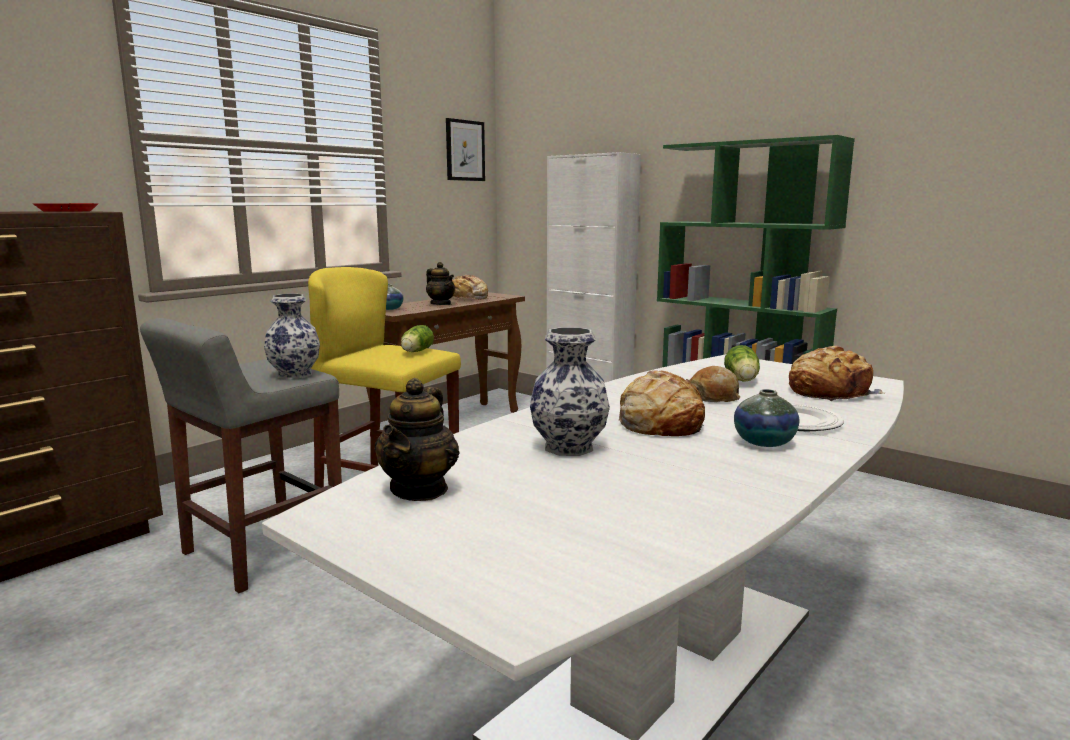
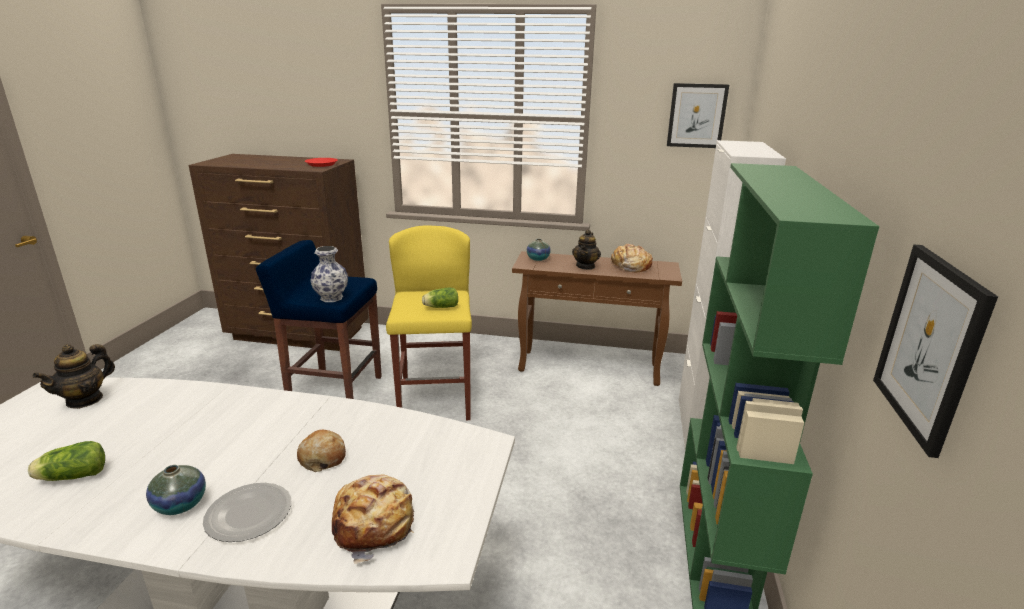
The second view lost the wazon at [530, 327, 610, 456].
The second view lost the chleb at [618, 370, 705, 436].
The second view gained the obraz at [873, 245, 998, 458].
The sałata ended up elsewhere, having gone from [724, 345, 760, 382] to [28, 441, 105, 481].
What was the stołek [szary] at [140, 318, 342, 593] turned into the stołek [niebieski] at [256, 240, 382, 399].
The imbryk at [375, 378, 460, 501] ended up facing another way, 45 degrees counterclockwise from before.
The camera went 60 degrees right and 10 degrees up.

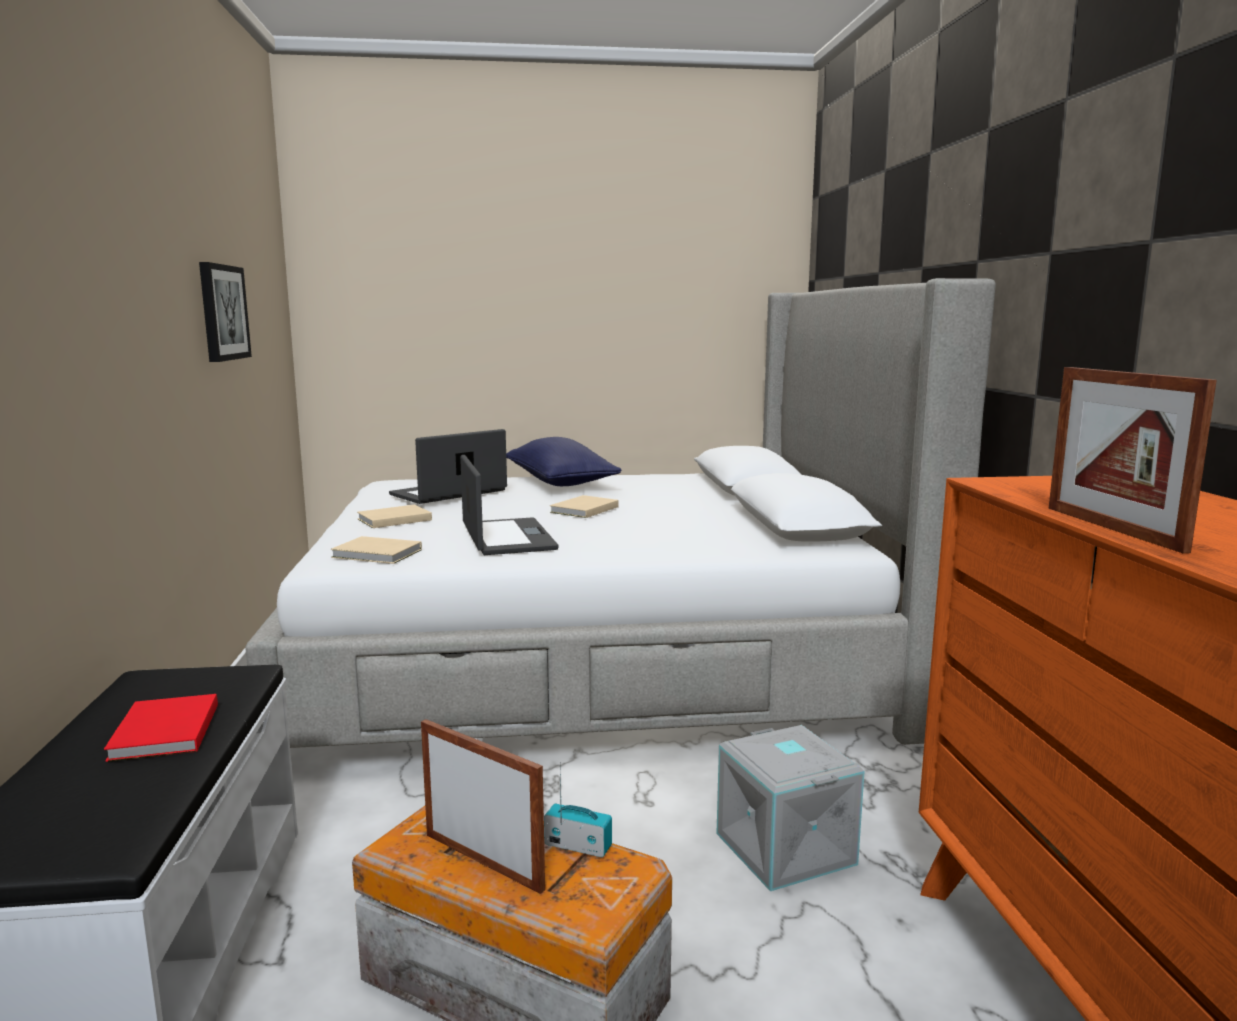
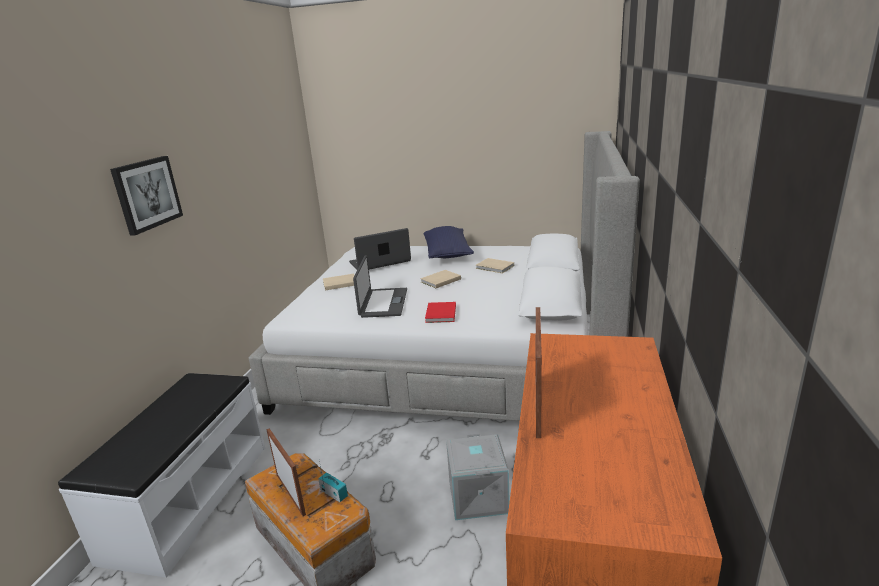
The książka [czerwony] ended up elsewhere, having gone from [104, 694, 218, 762] to [425, 302, 456, 323].
The obraz ended up elsewhere, having gone from [199, 262, 252, 362] to [110, 156, 183, 236].
The książka [beżowy] ended up elsewhere, having gone from [331, 536, 422, 564] to [476, 258, 514, 274].
The camera went 20 degrees right and 10 degrees up.

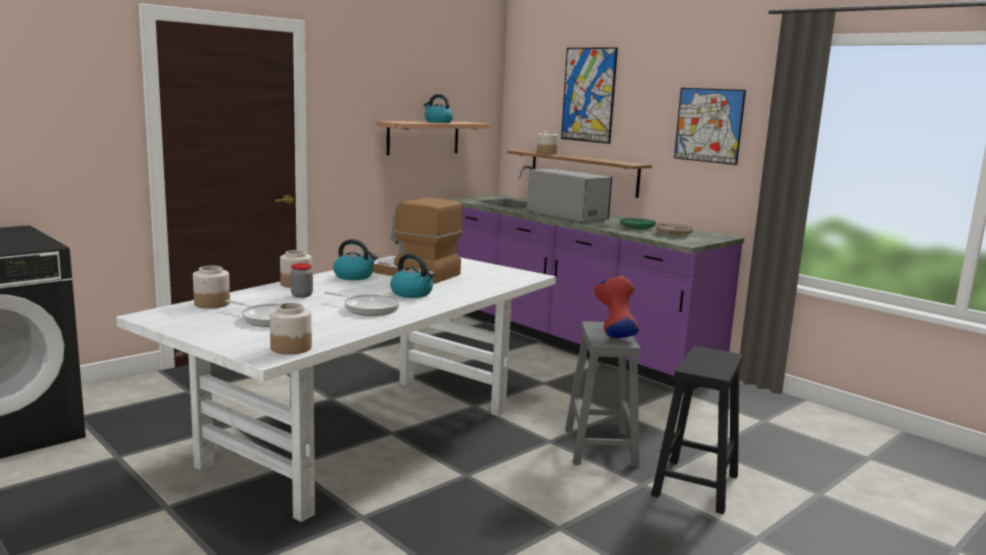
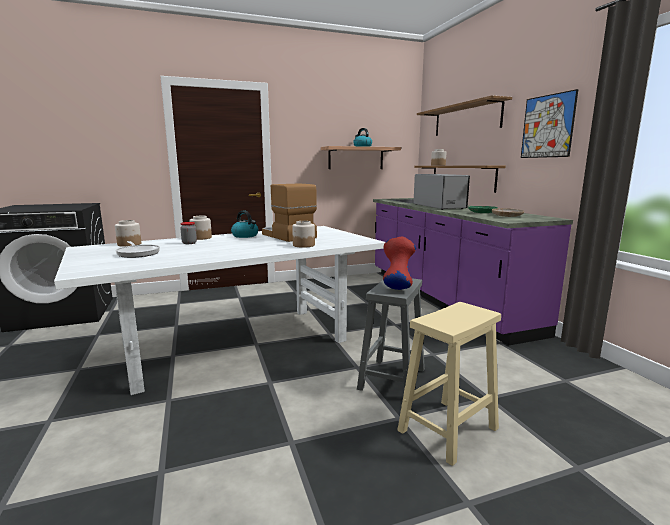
The second view lost the patelnia at [324, 291, 400, 316].
The second view lost the czajnik at [390, 253, 435, 298].
The słoik ended up elsewhere, having gone from [270, 303, 312, 355] to [292, 221, 315, 248].
Where the obraz hung at [561, 47, 618, 144], the półka came to hang at [417, 95, 512, 136].
What was the stołek [czarny] at [651, 346, 743, 514] turned into the stołek [beżowy] at [397, 302, 501, 466].
The camera went 25 degrees right and 0 degrees up.

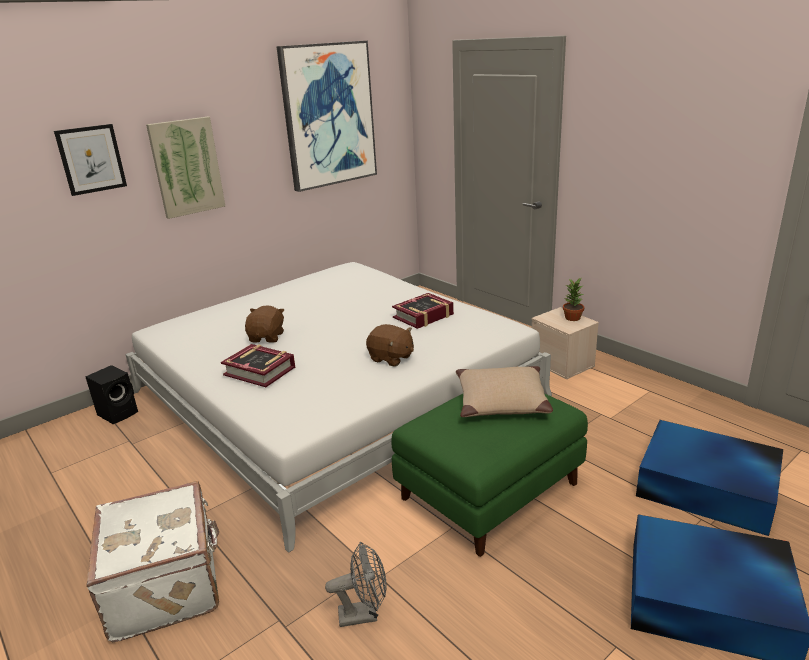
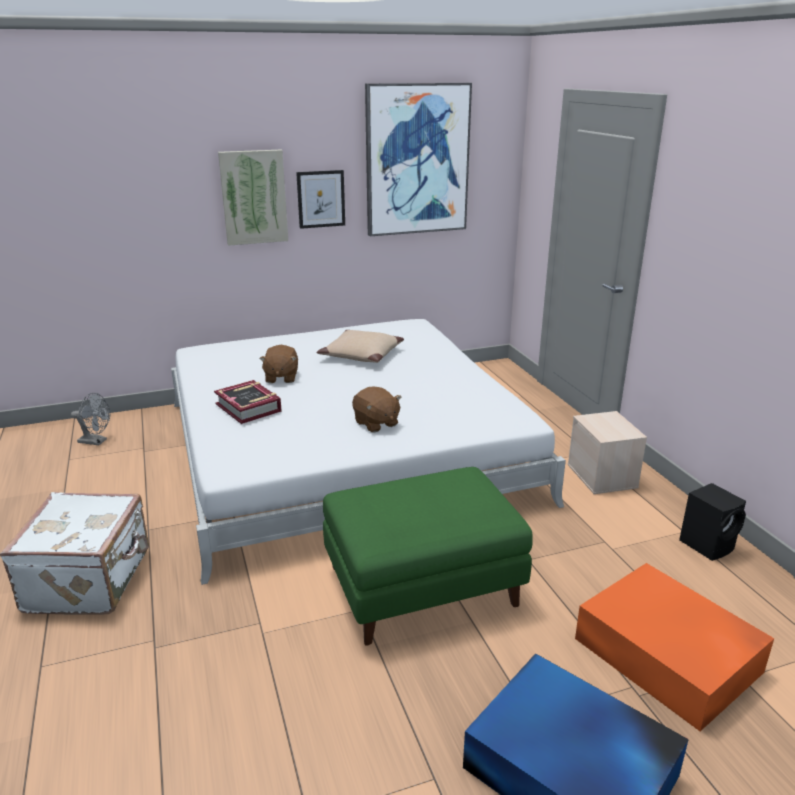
The second view lost the książka at [392, 293, 454, 329].
The second view lost the roślina doniczkowa at [563, 278, 584, 321].
The obraz ended up elsewhere, having gone from [54, 124, 127, 196] to [296, 170, 345, 229].
The głośnik [czarny] ended up elsewhere, having gone from [85, 365, 138, 424] to [679, 483, 746, 561].
The wentylator [szary] ended up elsewhere, having gone from [325, 542, 387, 627] to [71, 393, 110, 445].
The poduszka [beżowy] ended up elsewhere, having gone from [456, 366, 553, 417] to [317, 330, 404, 363].
What was the pojemnik do przechowywania [niebieski] at [636, 420, 783, 536] turned into the pojemnik do przechowywania [pomarańczowy] at [575, 563, 774, 731].
The pluszak [brązowy] at [245, 305, 284, 343] ended up facing another way, 150 degrees clockwise from before.
The camera went 20 degrees right and 0 degrees up.

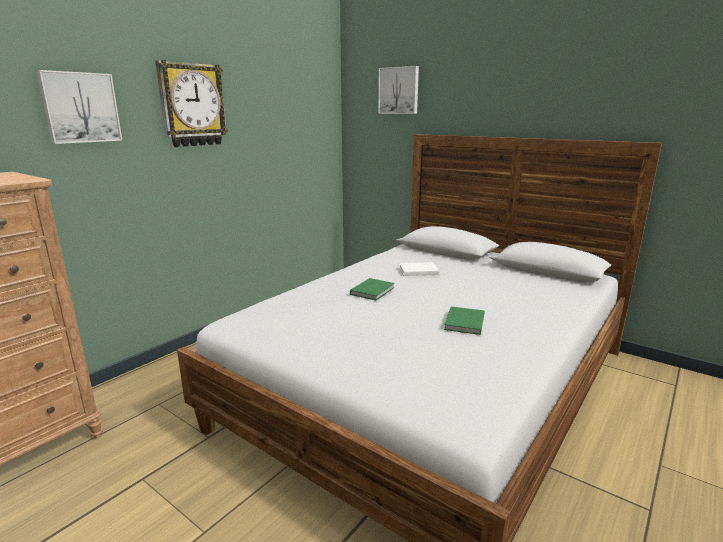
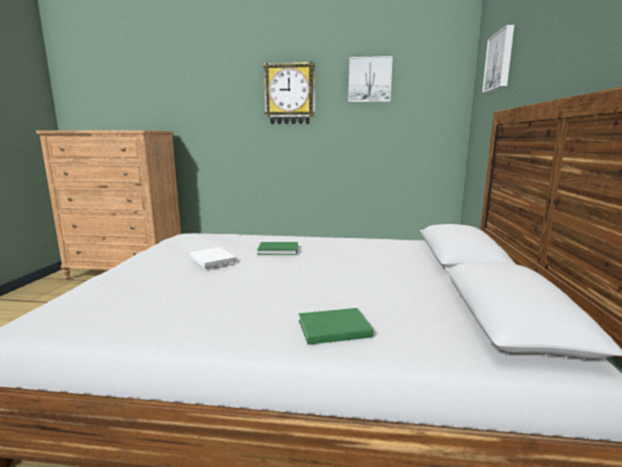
The obraz ended up elsewhere, having gone from [36, 70, 122, 144] to [349, 56, 393, 102].
The książka [biały] ended up elsewhere, having gone from [399, 262, 439, 276] to [190, 247, 236, 268].
The książka [zielony] ended up elsewhere, having gone from [444, 306, 485, 335] to [299, 308, 374, 345].
The camera went 60 degrees right and 5 degrees down.

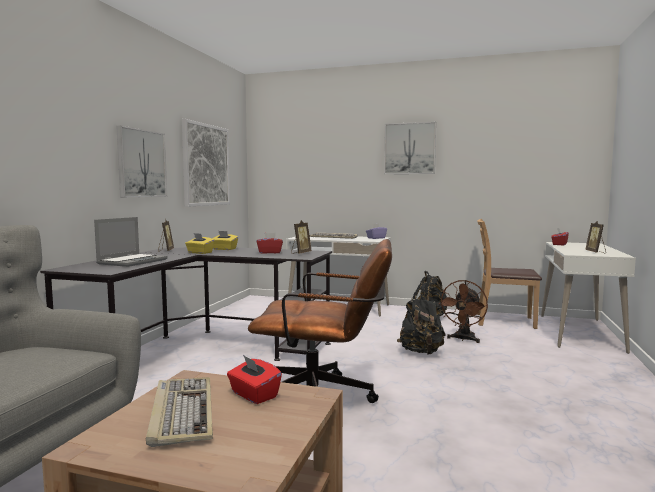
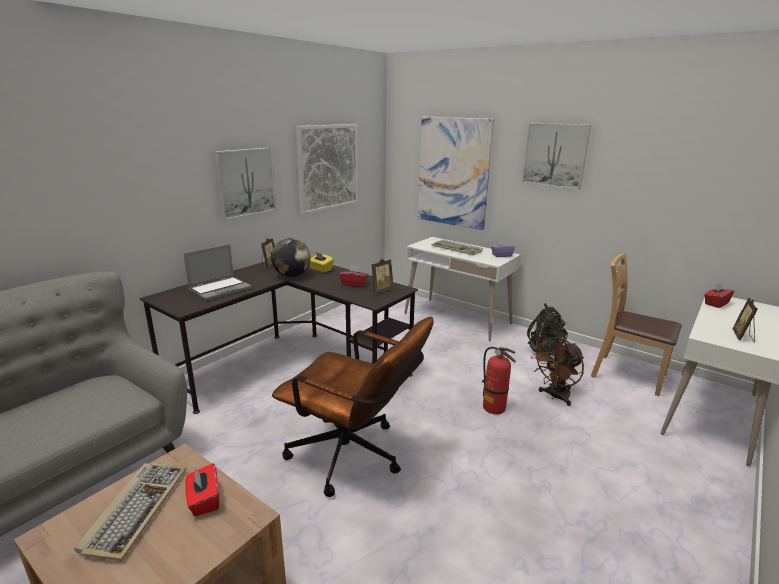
The second view gained the obraz at [418, 116, 494, 230].
Where the pudełko chusteczek [żółty] stood at [185, 233, 214, 254], the globus came to stand at [271, 238, 311, 277].
Where the plecak [czarny] stood at [397, 292, 446, 355], the gaśnica came to stand at [482, 347, 516, 414].
The camera went 20 degrees right and 15 degrees up.

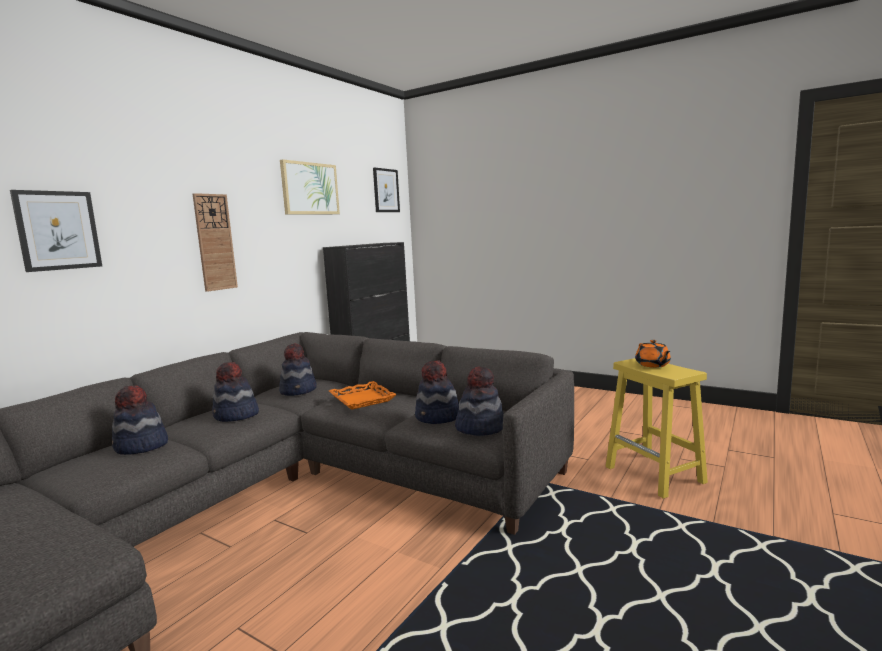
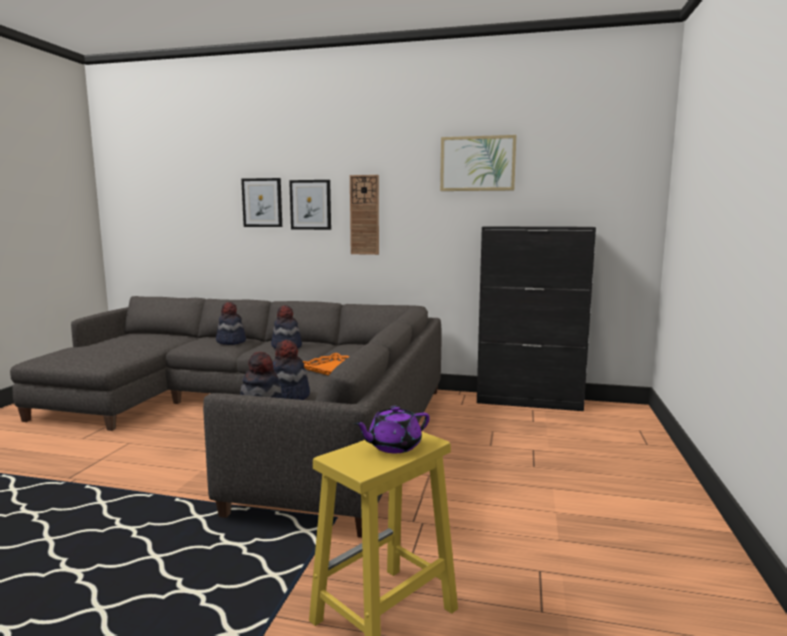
The second view lost the kapelusz at [279, 343, 317, 396].
The obraz ended up elsewhere, having gone from [373, 167, 400, 212] to [289, 180, 331, 230].
What was the imbryk [pomarańczowy] at [635, 340, 671, 368] turned into the imbryk [fioletowy] at [353, 406, 430, 453].
The camera went 70 degrees right and 0 degrees up.

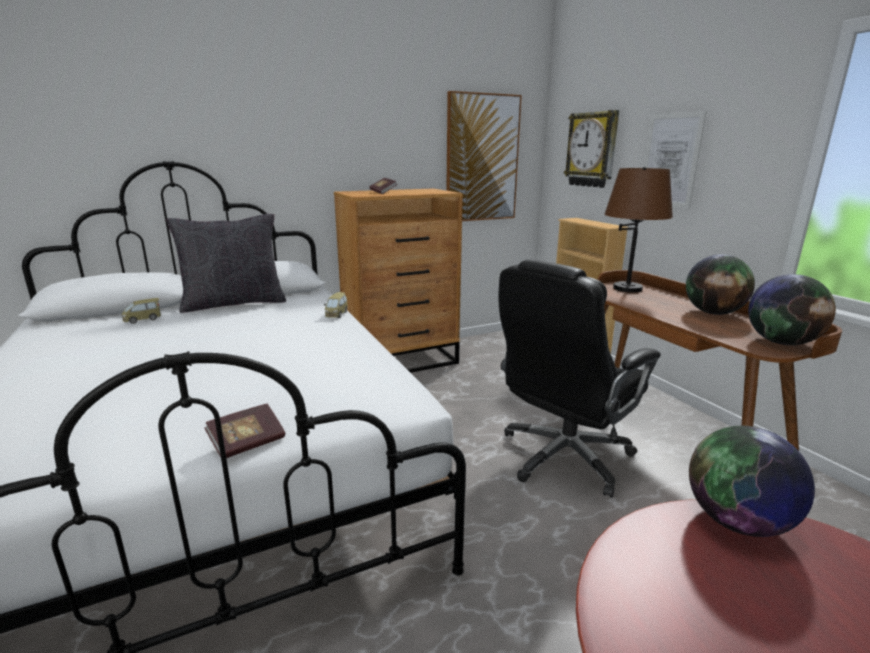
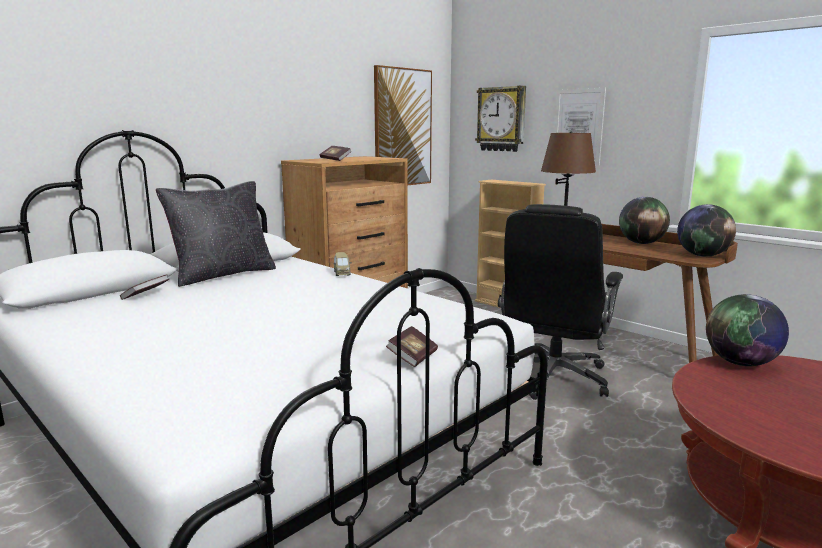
Where the samochodzik stood at [122, 298, 161, 324], the książka came to stand at [120, 274, 169, 300].
The camera went 20 degrees left and 5 degrees down.

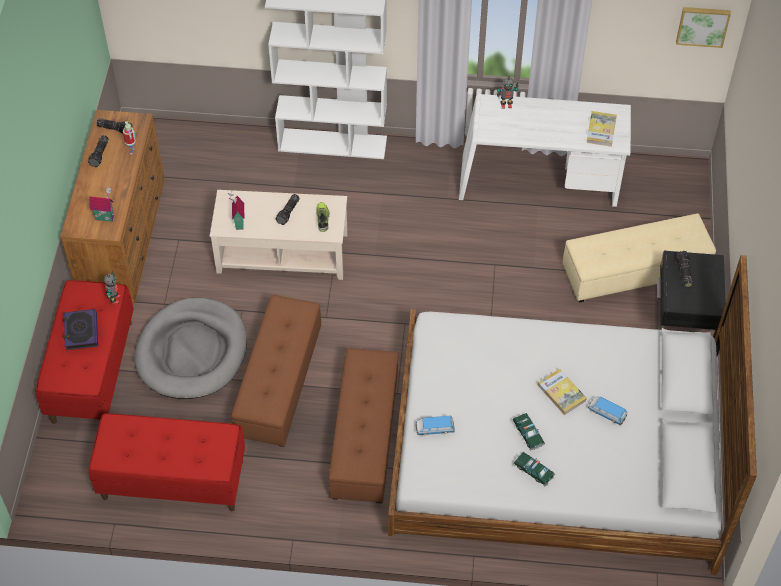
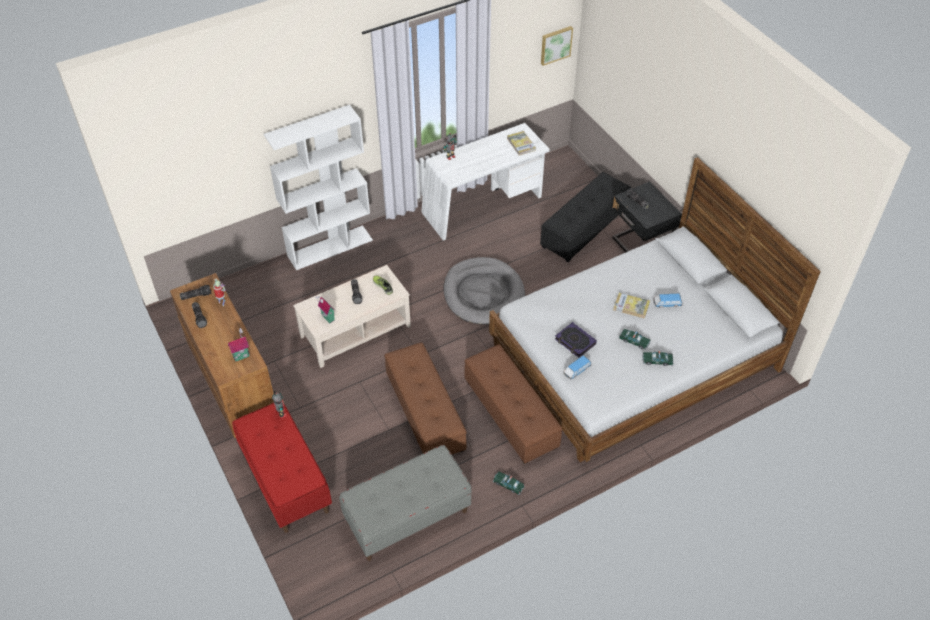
The second view gained the samochodzik at [493, 471, 525, 495].
The książka ended up elsewhere, having gone from [63, 309, 98, 350] to [555, 322, 597, 358].
The legowisko [szary] ended up elsewhere, having gone from [135, 298, 247, 399] to [443, 257, 525, 325].
What was the ławka [czerwony] at [88, 413, 245, 511] turned into the ławka [szary] at [339, 445, 472, 561].
What was the pufa [beżowy] at [563, 213, 716, 303] turned into the pufa [czarny] at [540, 172, 631, 263].
The camera went 35 degrees left and 5 degrees down.

